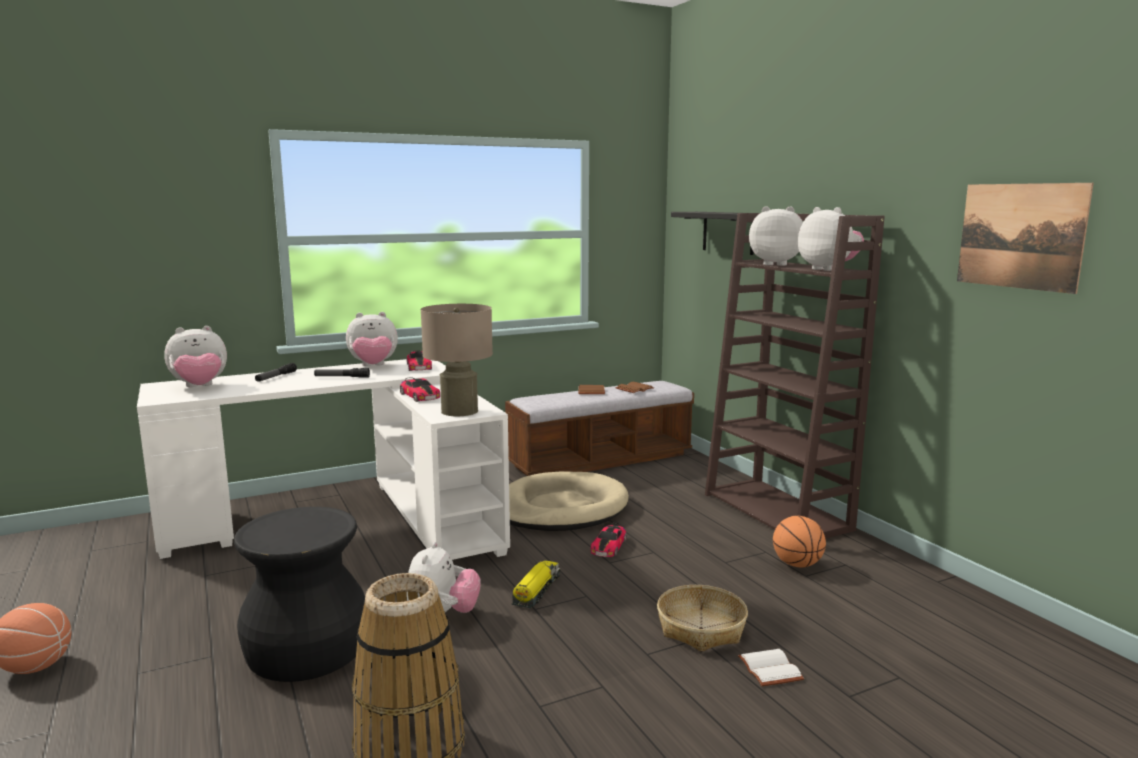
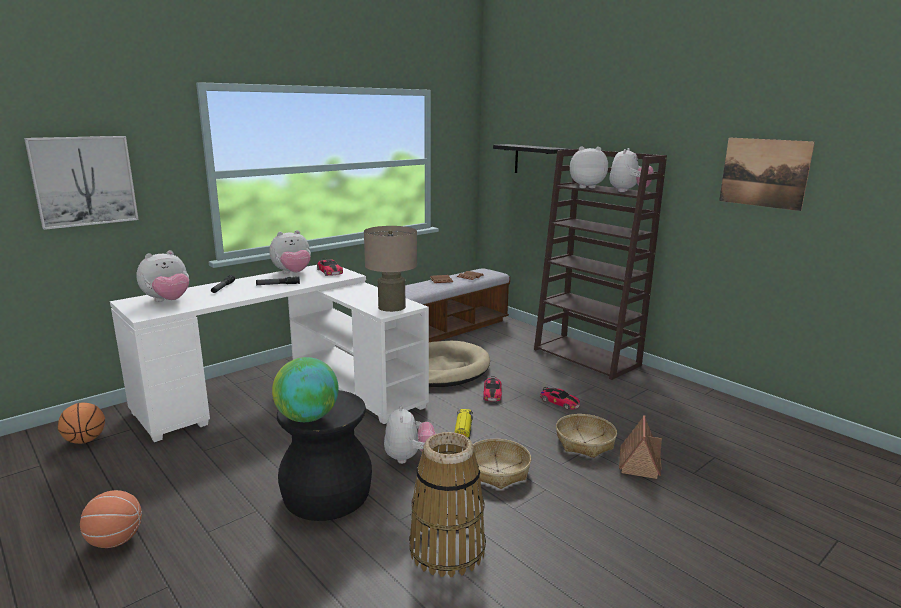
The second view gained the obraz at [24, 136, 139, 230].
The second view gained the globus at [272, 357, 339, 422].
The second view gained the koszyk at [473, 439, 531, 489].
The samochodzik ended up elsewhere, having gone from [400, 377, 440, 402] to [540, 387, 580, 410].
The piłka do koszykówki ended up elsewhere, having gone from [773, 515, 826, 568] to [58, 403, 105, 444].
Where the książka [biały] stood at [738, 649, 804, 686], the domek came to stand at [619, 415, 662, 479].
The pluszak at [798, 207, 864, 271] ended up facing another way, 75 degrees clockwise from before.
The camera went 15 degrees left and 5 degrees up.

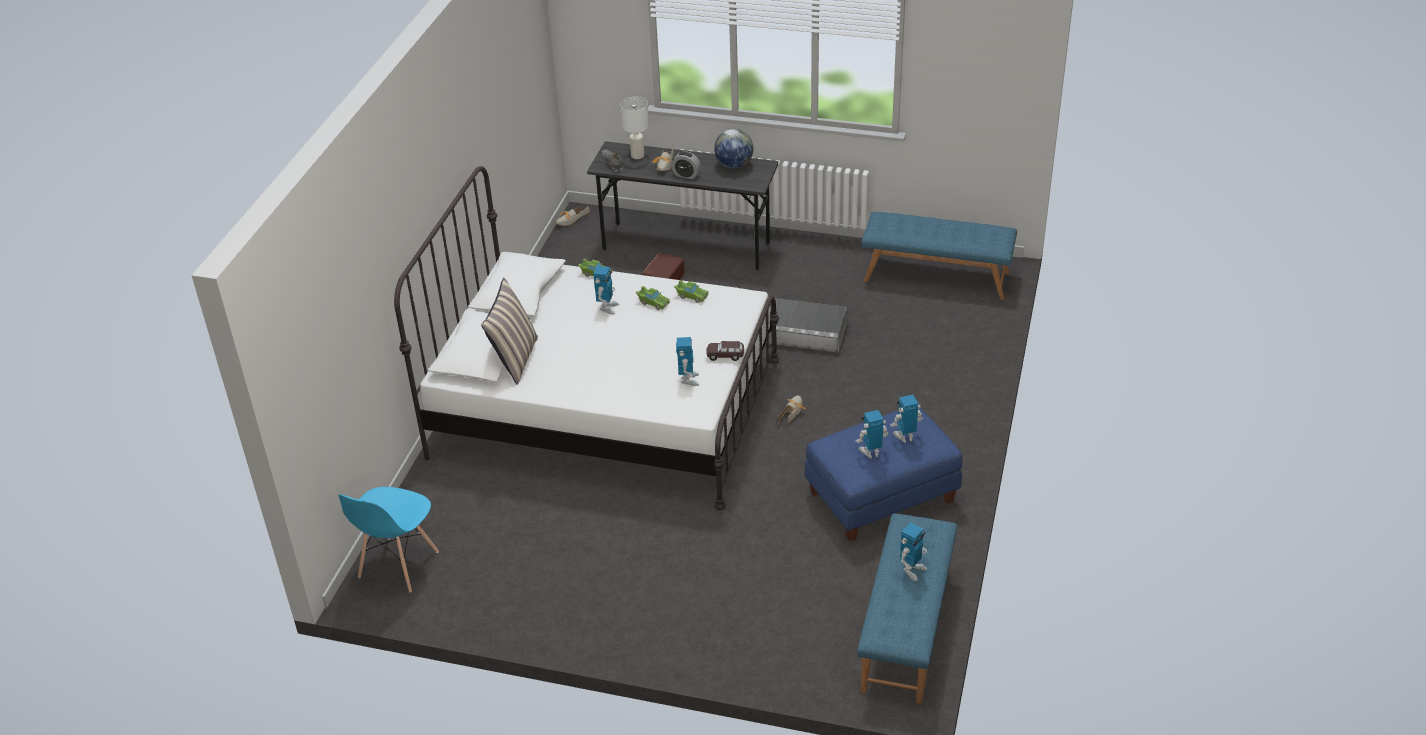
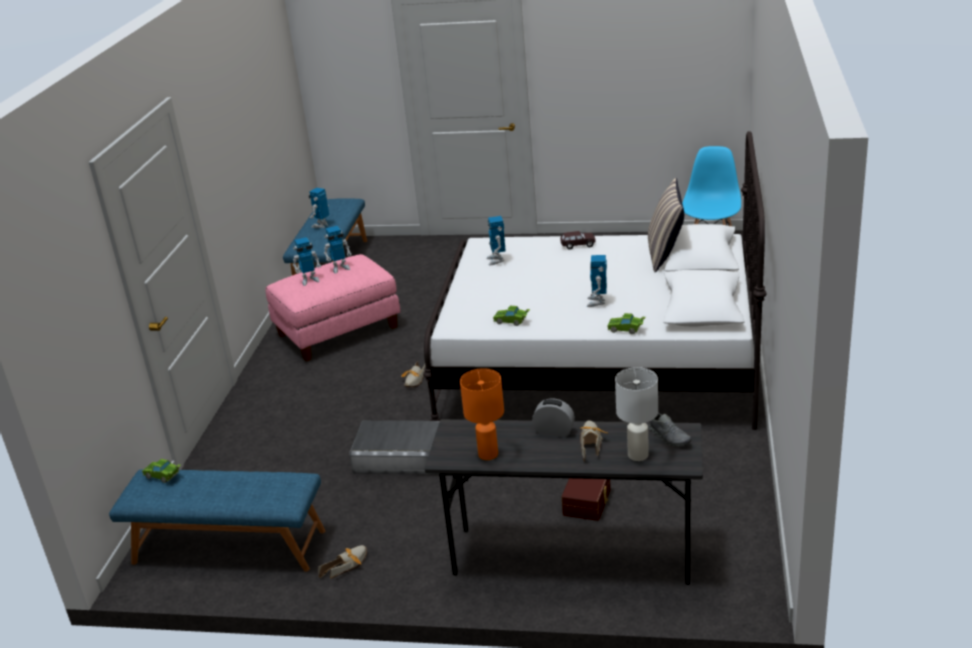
The but ended up elsewhere, having gone from [556, 206, 590, 227] to [318, 545, 367, 579].
The samochodzik [zielony] ended up elsewhere, having gone from [636, 286, 670, 310] to [142, 459, 180, 483].
The samochodzik [brązowy] ended up elsewhere, having gone from [706, 341, 744, 361] to [560, 231, 596, 250].
Where the globus stood at [714, 129, 753, 169], the lampa stołowa [pomarańczowy] came to stand at [460, 368, 504, 460].
What was the pufa [niebieski] at [805, 408, 962, 542] turned into the pufa [różowy] at [265, 254, 401, 361].
The camera went 175 degrees right and 10 degrees down.

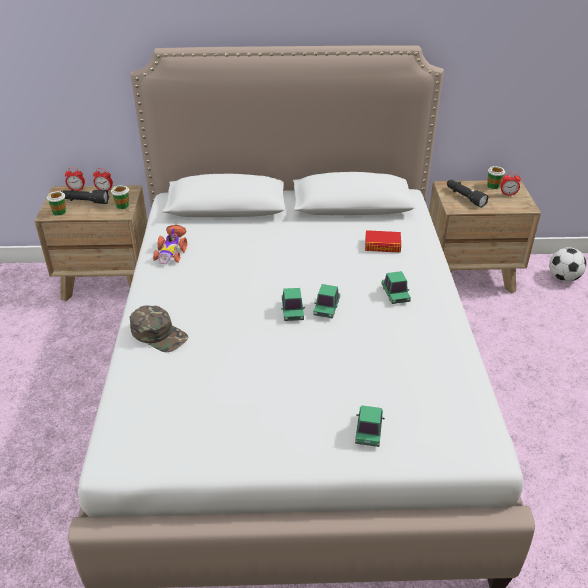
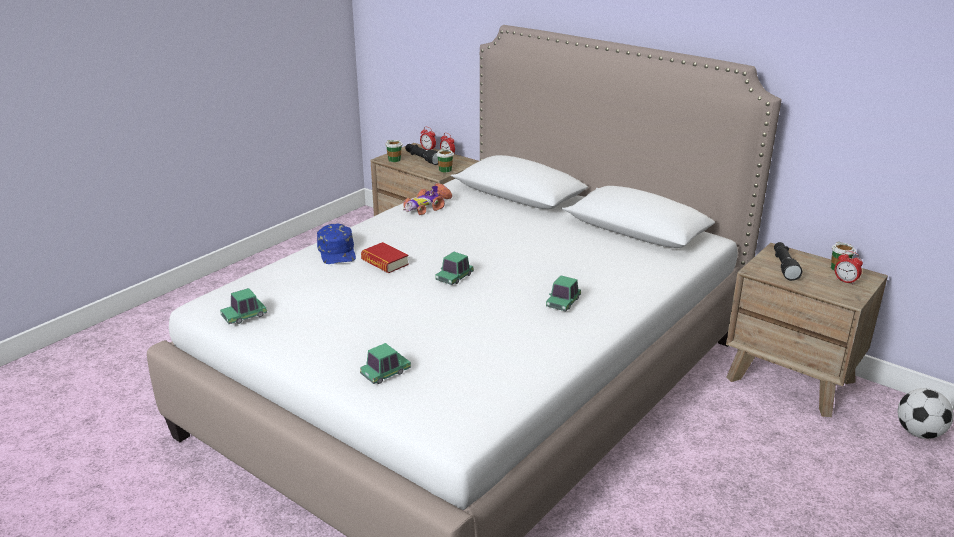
The samochodzik ended up elsewhere, having gone from [313, 284, 340, 319] to [220, 288, 268, 324].
The książka ended up elsewhere, having gone from [365, 230, 401, 253] to [361, 242, 409, 273].
What was the czapka z daszkiem [zielony] at [130, 305, 188, 352] turned into the czapka z daszkiem [niebieski] at [317, 224, 356, 264].
The camera went 40 degrees right and 10 degrees down.

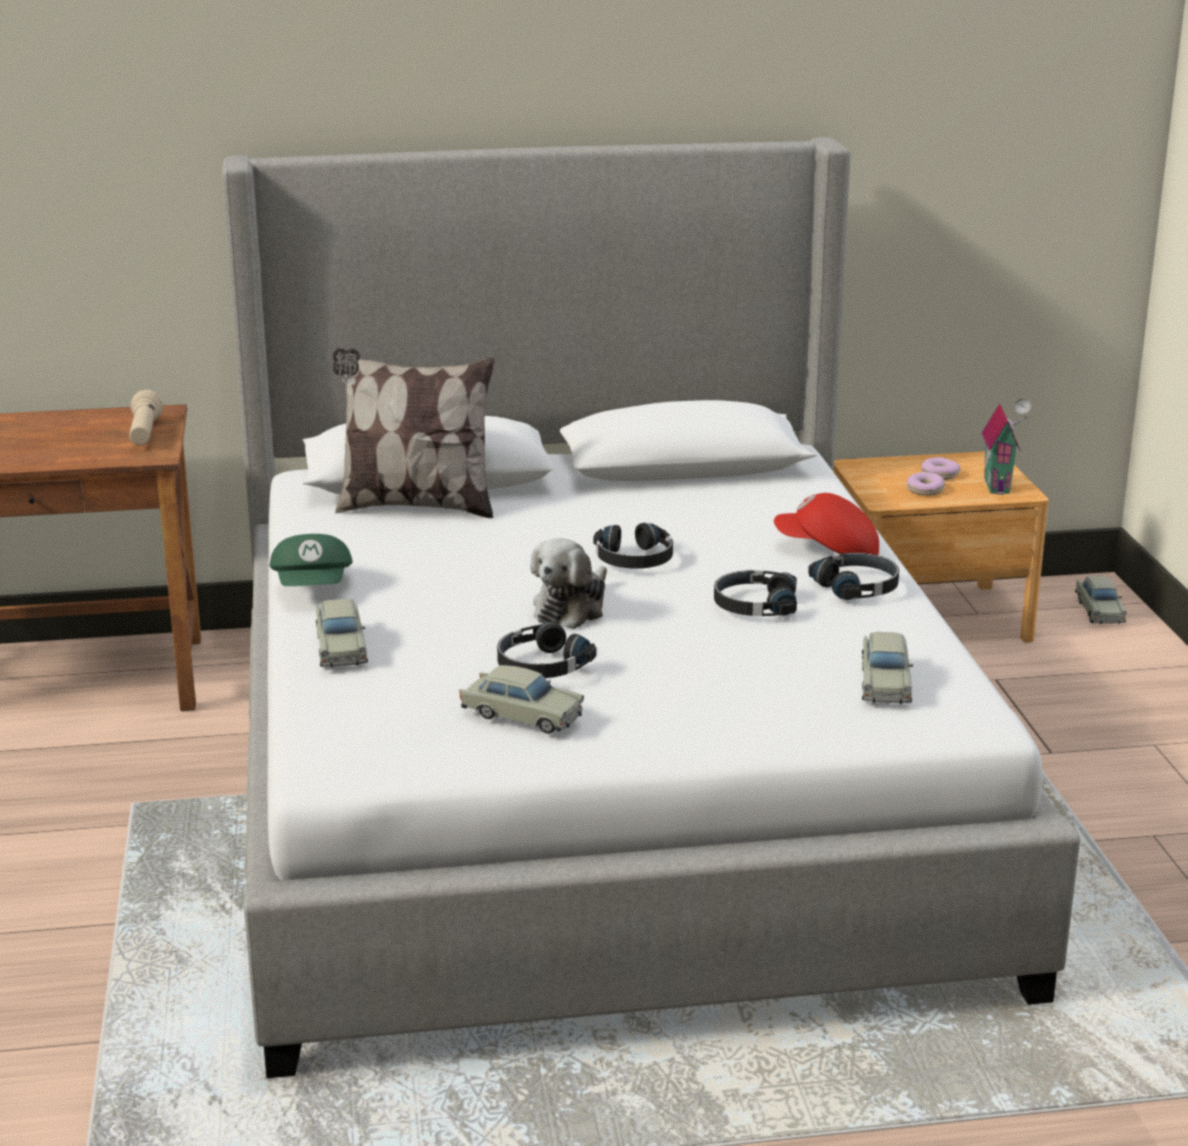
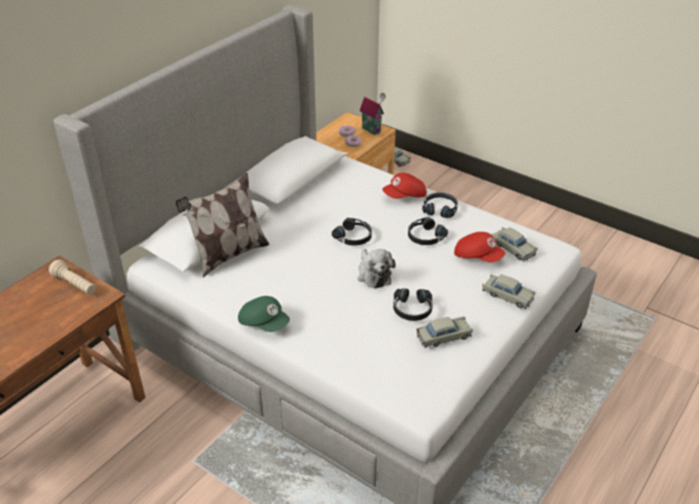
The second view gained the czapka z daszkiem [czerwony] at [454, 232, 505, 262].
The samochodzik [beżowy] ended up elsewhere, having gone from [316, 599, 368, 668] to [482, 274, 536, 309].
The camera went 45 degrees left and 15 degrees up.

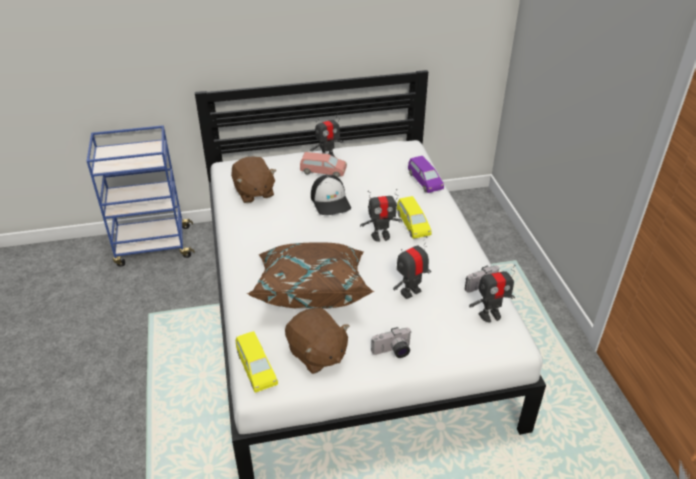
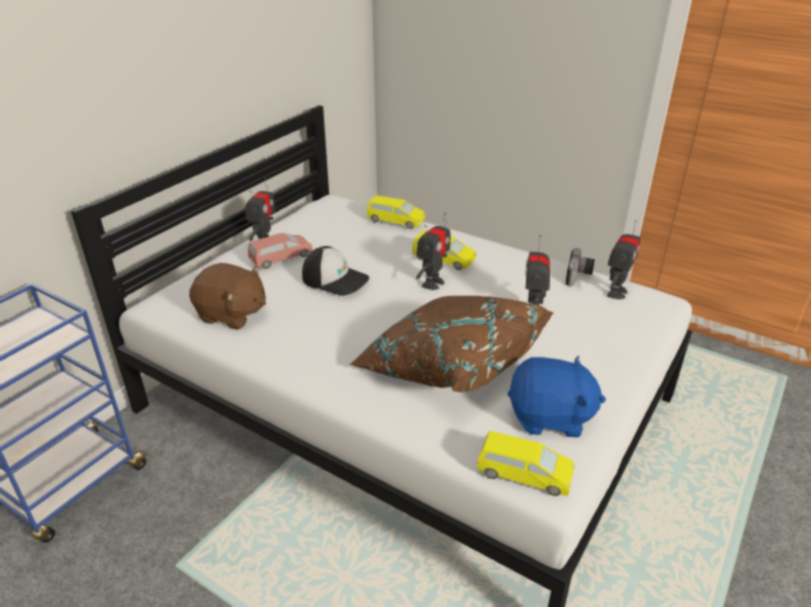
The second view lost the aparat fotograficzny at [371, 327, 412, 358].
What was the pluszak [brązowy] at [285, 308, 349, 374] turned into the pluszak [niebieski] at [507, 355, 606, 437].
What was the samochodzik [fioletowy] at [408, 156, 444, 193] turned into the samochodzik [żółty] at [367, 195, 425, 229].
The camera went 45 degrees left and 5 degrees down.

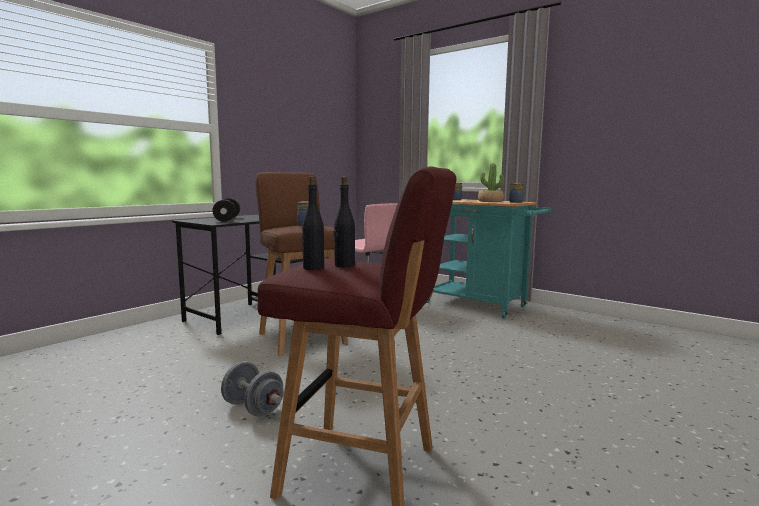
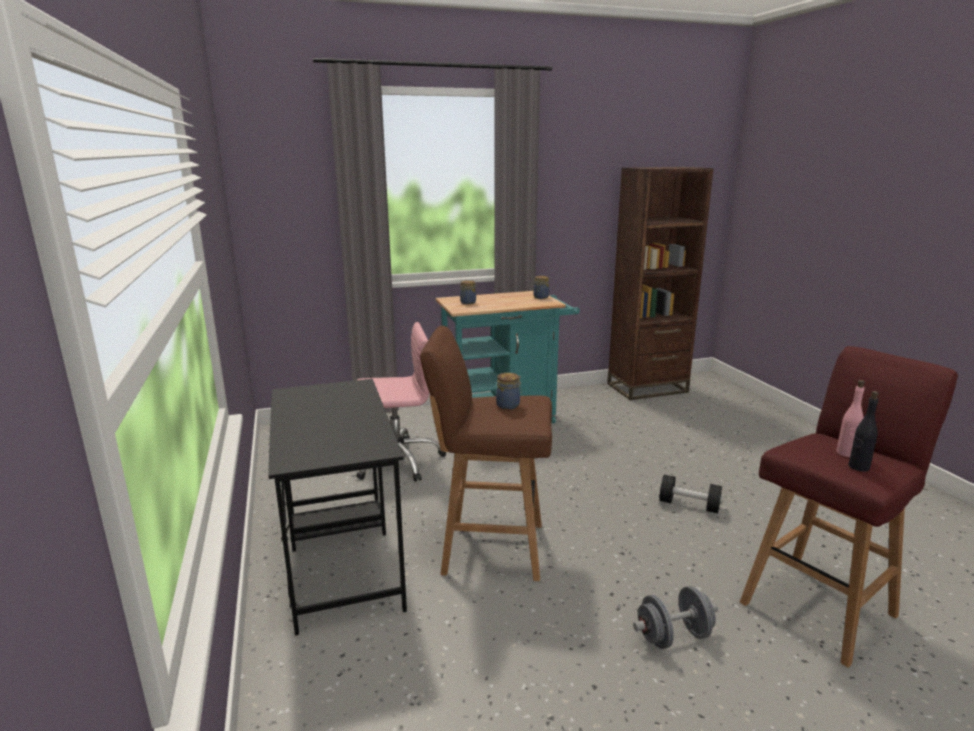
The second view lost the roślina doniczkowa at [478, 163, 504, 202].
The second view gained the regał [brązowy] at [607, 167, 714, 400].
The hantel [czarny] ended up elsewhere, having gone from [212, 198, 240, 222] to [659, 475, 722, 513].
What was the butelka [czarny] at [334, 177, 355, 267] turned into the butelka [różowy] at [836, 380, 865, 457].
The camera went 55 degrees left and 10 degrees up.

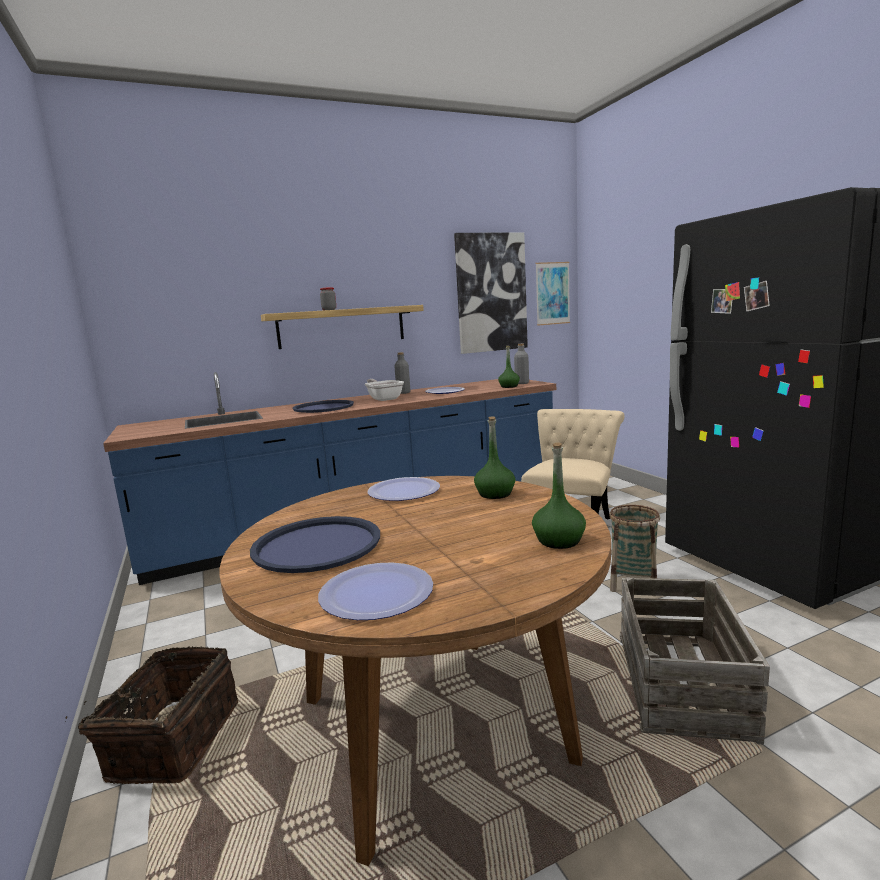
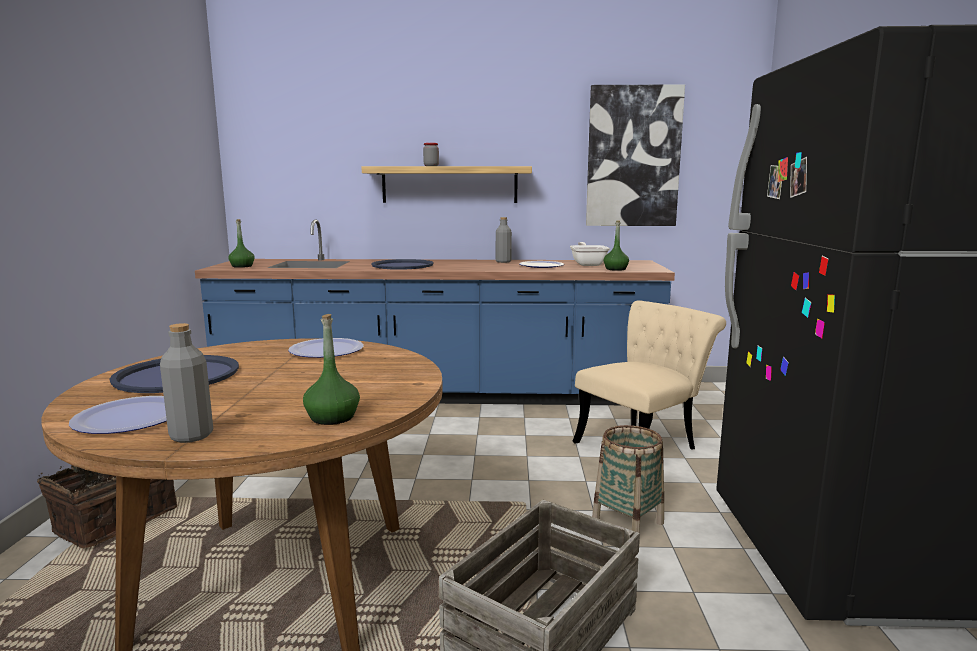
The second view lost the obraz at [535, 262, 570, 326].
The patelnia ended up elsewhere, having gone from [365, 379, 404, 401] to [570, 242, 610, 266].
The butelka [zielony] ended up elsewhere, having gone from [474, 416, 515, 499] to [228, 219, 255, 268].
The butelka [szary] ended up elsewhere, having gone from [514, 344, 529, 384] to [160, 323, 213, 443].
The camera went 25 degrees right and 0 degrees up.

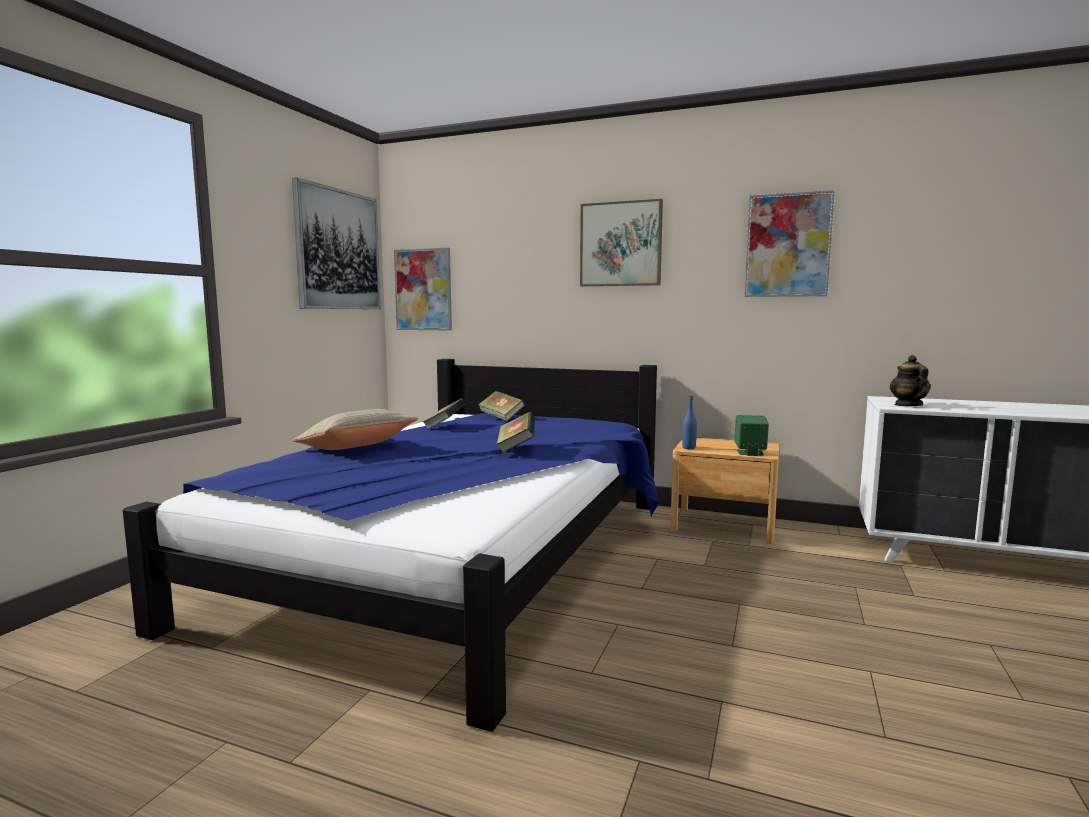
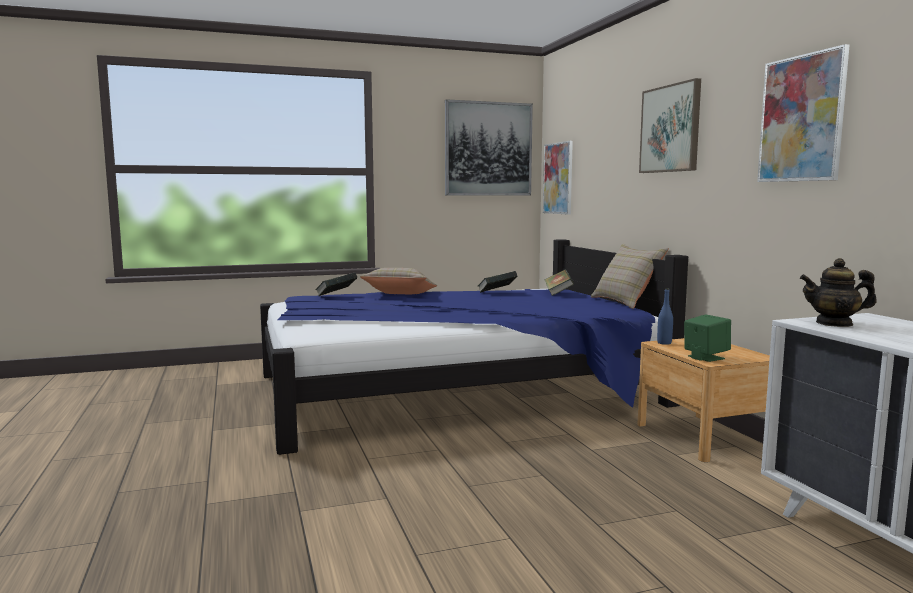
The second view gained the poduszka [beżowy] at [591, 243, 669, 309].
The książka ended up elsewhere, having gone from [497, 412, 535, 453] to [315, 272, 357, 297].
The imbryk at [890, 355, 931, 406] ended up facing another way, 135 degrees counterclockwise from before.
The camera went 50 degrees right and 0 degrees up.

